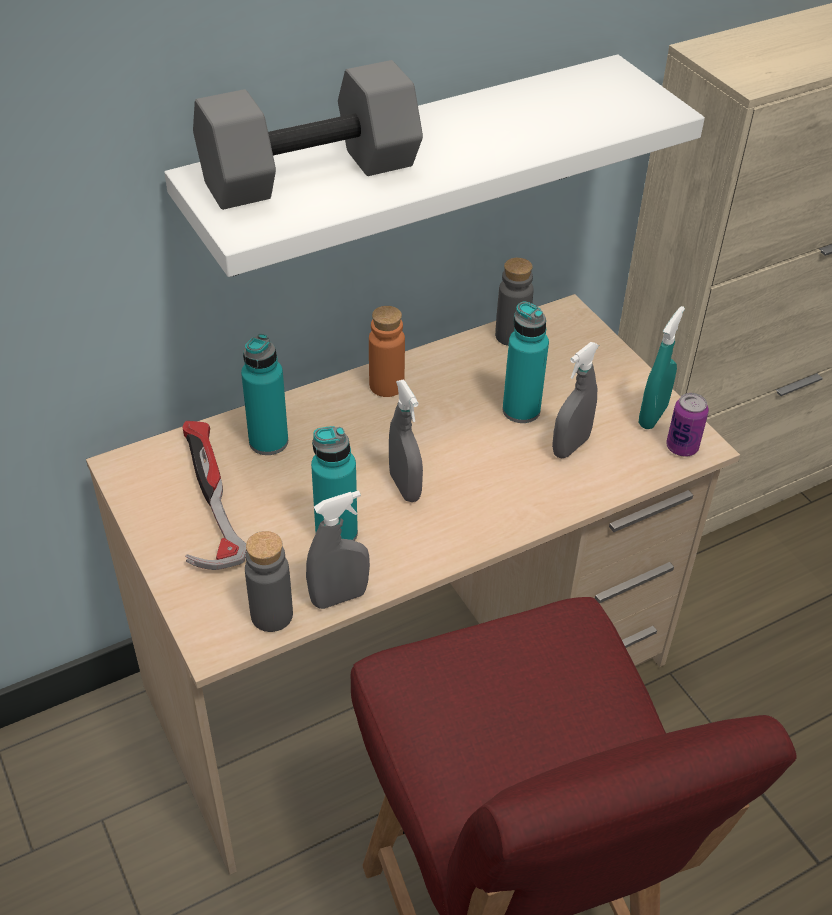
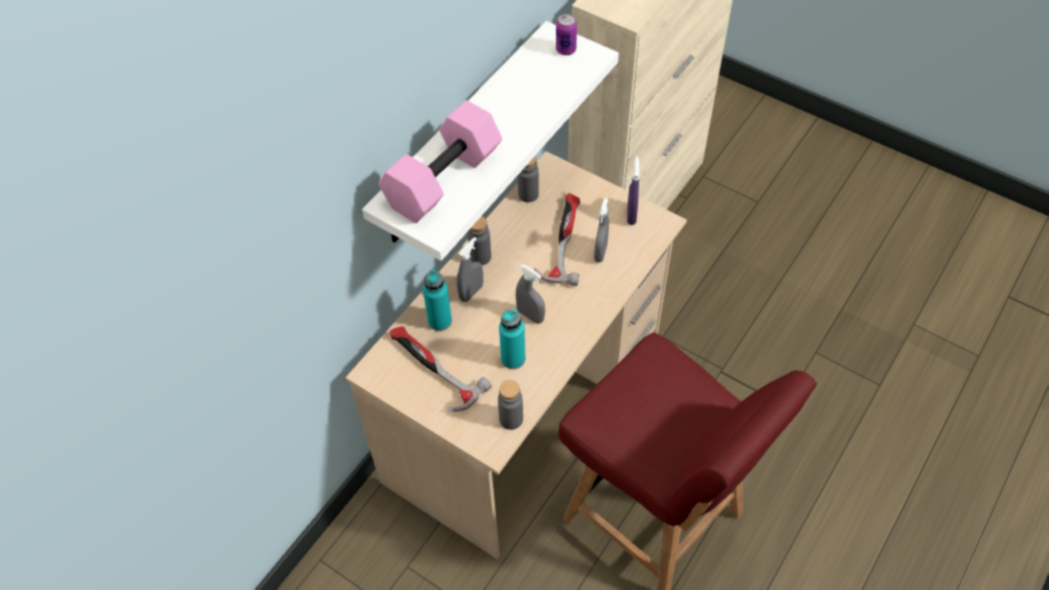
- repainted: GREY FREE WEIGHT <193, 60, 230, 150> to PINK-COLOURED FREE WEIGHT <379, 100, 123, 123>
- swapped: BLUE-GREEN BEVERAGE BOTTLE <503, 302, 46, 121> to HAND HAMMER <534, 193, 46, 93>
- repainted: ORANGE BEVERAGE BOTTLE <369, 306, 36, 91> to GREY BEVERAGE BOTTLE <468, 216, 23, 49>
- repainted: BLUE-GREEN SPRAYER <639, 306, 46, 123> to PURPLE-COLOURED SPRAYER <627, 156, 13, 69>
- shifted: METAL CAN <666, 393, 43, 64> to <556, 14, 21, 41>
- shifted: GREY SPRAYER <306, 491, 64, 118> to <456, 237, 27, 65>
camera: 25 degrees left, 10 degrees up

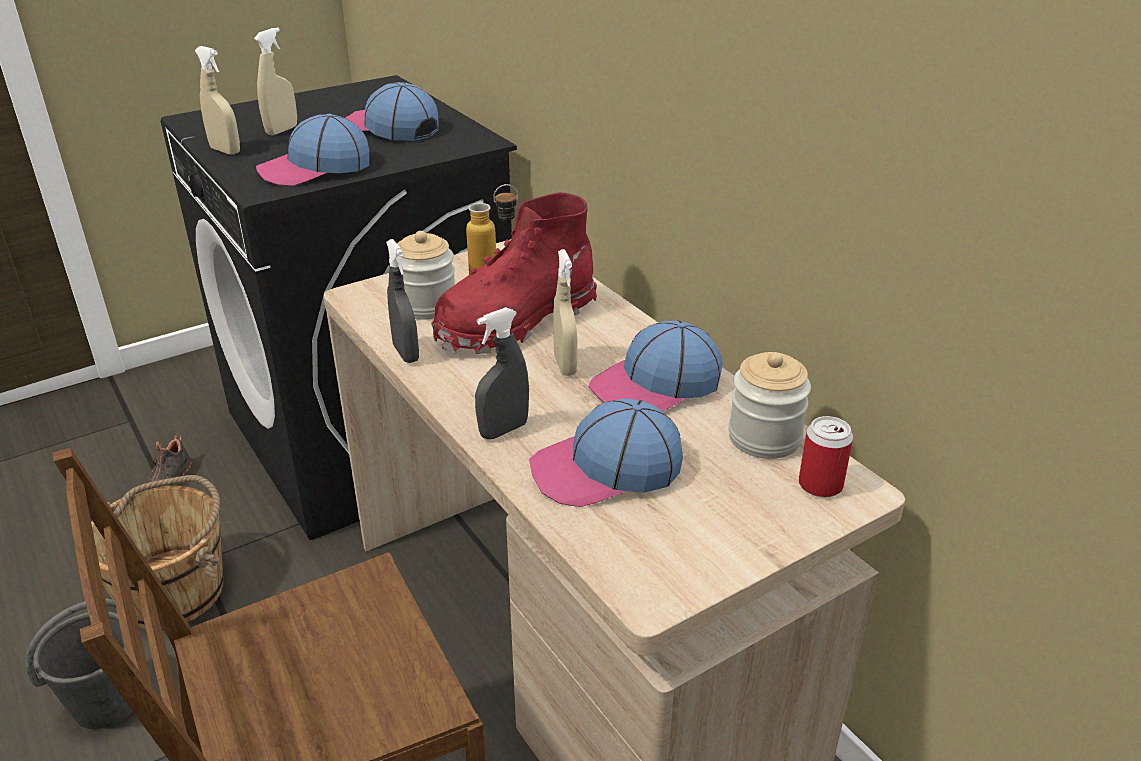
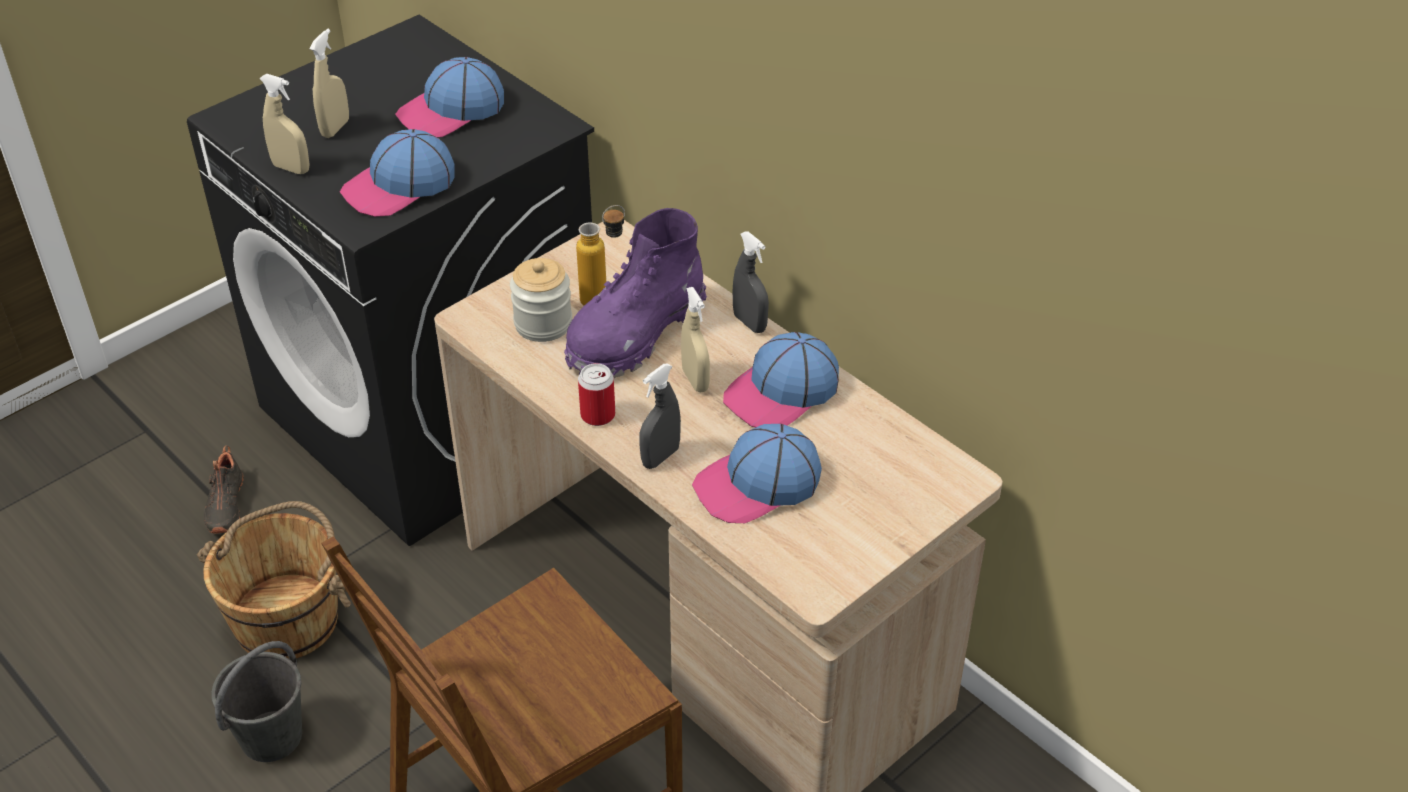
- rotated: CAP <345, 82, 93, 59> = <395, 57, 109, 80> 60 degrees counterclockwise
- repainted: RED-COLOURED HIGH-TOP BOOT <432, 192, 165, 162> to PURPLE-COLOURED HIGH-TOP BOOT <564, 208, 143, 170>
- shifted: GREY SPRAYER <386, 239, 33, 124> to <733, 231, 36, 102>
- gone: JAR <728, 352, 83, 107>
- shifted: METAL CAN <799, 416, 54, 81> to <578, 363, 37, 63>
camera: 10 degrees left, 10 degrees up

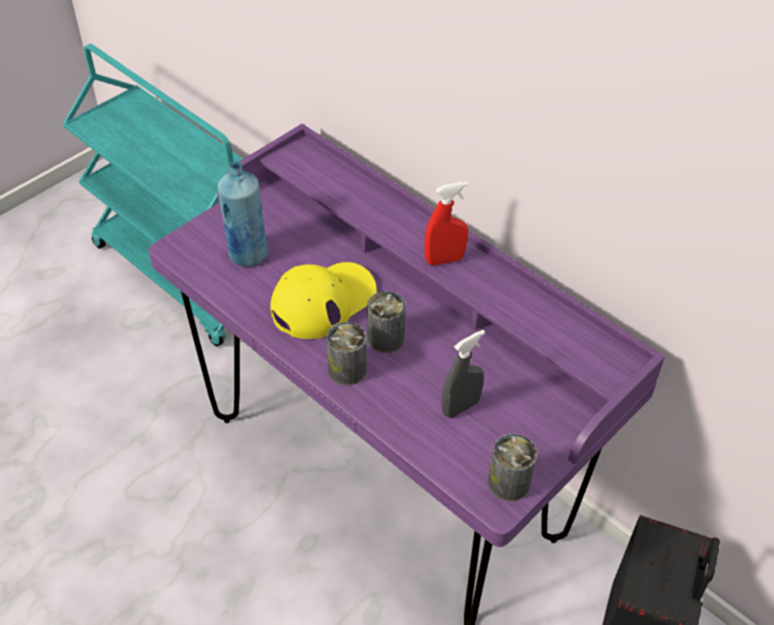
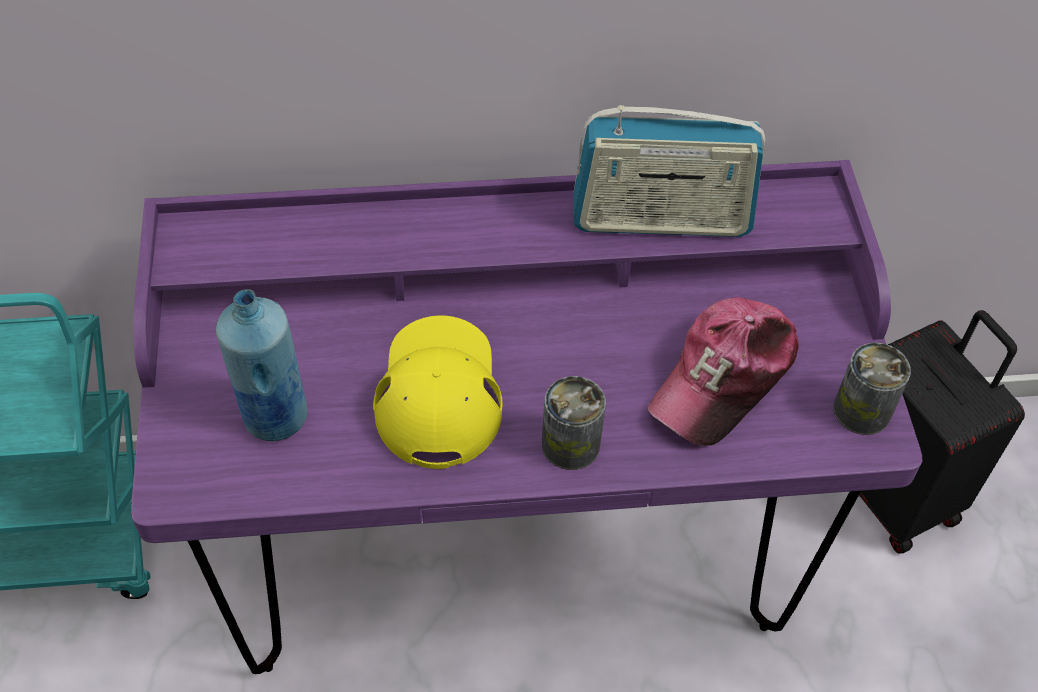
- gone: RED-COLOURED SPRAYER <424, 182, 44, 84>
- gone: METAL CAN <367, 291, 39, 62>
- swapped: GREY SPRAYER <442, 330, 43, 88> to CAP <648, 297, 151, 149>
- new: RADIO SET <573, 105, 193, 132>
camera: 50 degrees left, 5 degrees up

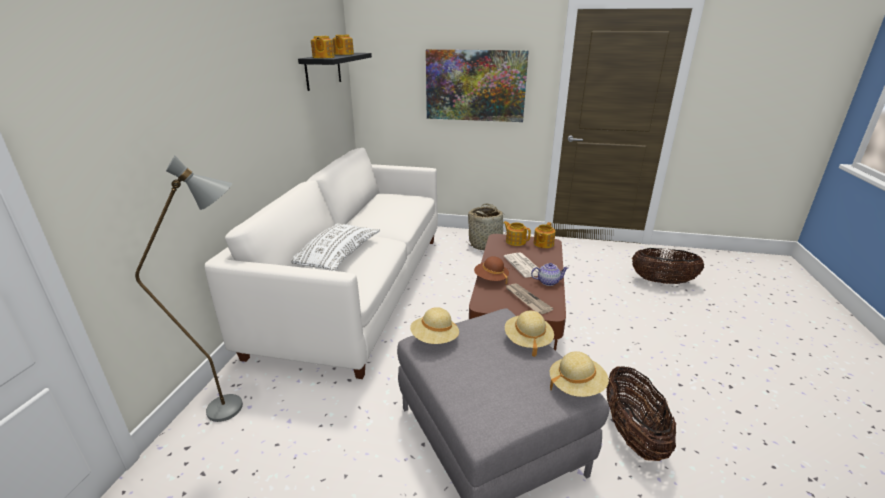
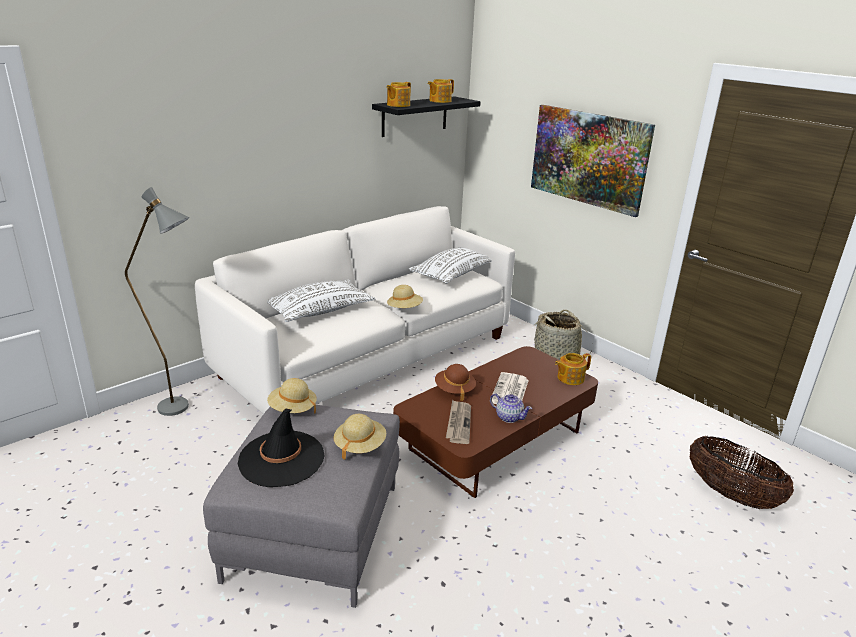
- gone: TEA POT <503, 221, 28, 25>
- shifted: BEIGE-COLOURED HAT <550, 351, 59, 46> to <387, 285, 36, 23>
- gone: HOUSEHOLD BASKET <606, 366, 70, 95>
- new: WHITE-COLOURED CUSHION <409, 247, 83, 37>
- new: BLACKISH HAT <238, 409, 86, 78>
camera: 35 degrees right, 0 degrees up

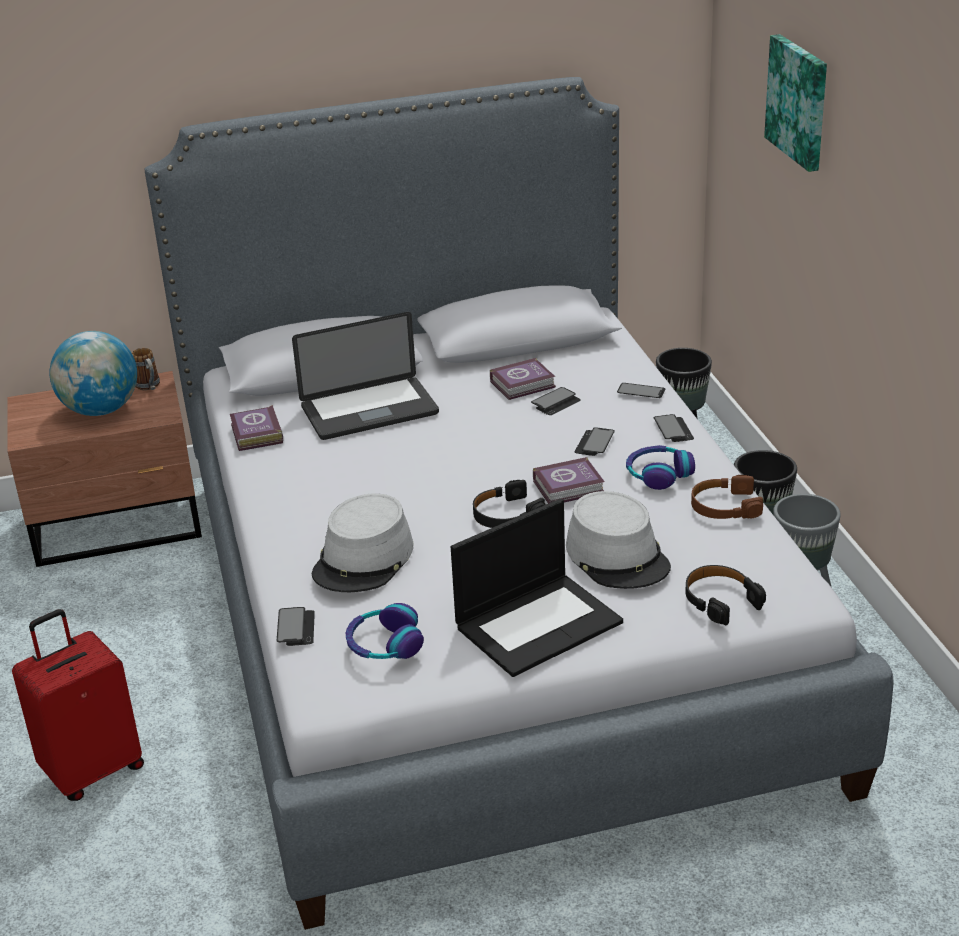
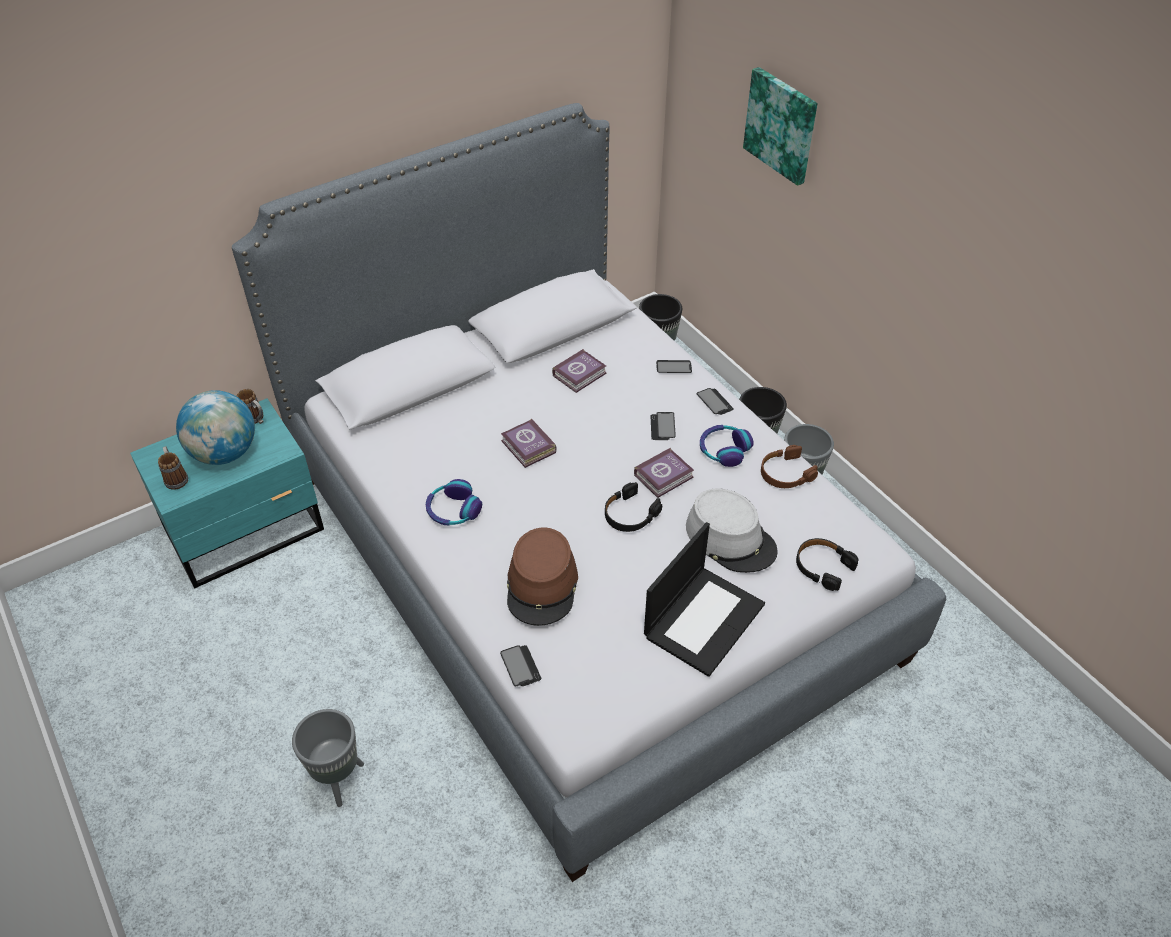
- gone: LAPTOP <292, 312, 147, 128>
- repainted: BROWN-COLOURED NIGHTSTAND <7, 371, 195, 196> to BLUE-GREEN NIGHTSTAND <130, 399, 194, 190>
- gone: PHONE <531, 387, 50, 28>
- shifted: BOOK <230, 405, 53, 46> to <501, 418, 56, 50>
- repainted: GREY HAT <312, 493, 101, 99> to BROWN-COLOURED HAT <507, 527, 71, 99>
- shifted: HEADSET <346, 603, 78, 56> to <426, 479, 56, 46>
- swapped: RED-COLOURED SUITCASE <12, 609, 132, 192> to GREY FLOWER POT <292, 709, 72, 98>
- new: COFFEE MUG <158, 446, 30, 44>
camera: 20 degrees left, 15 degrees up

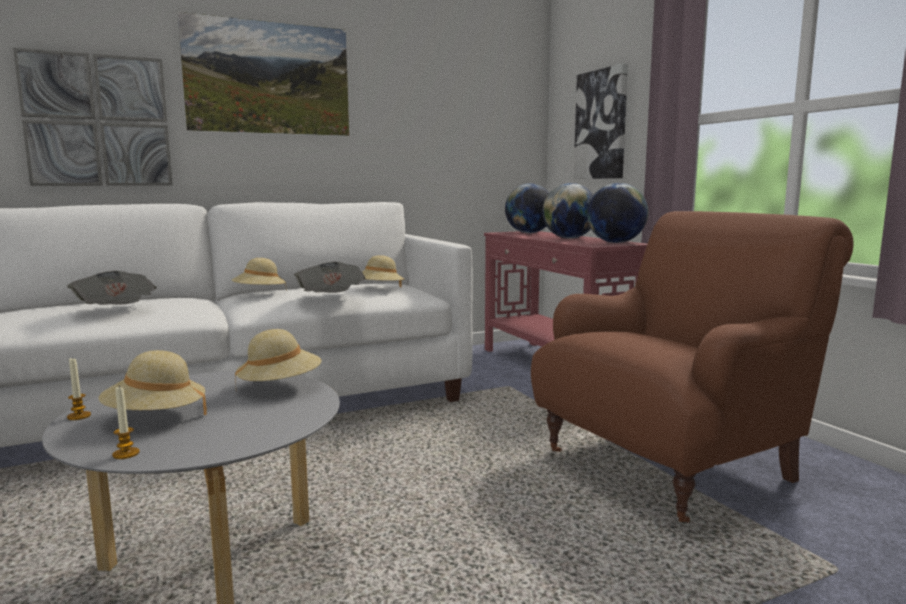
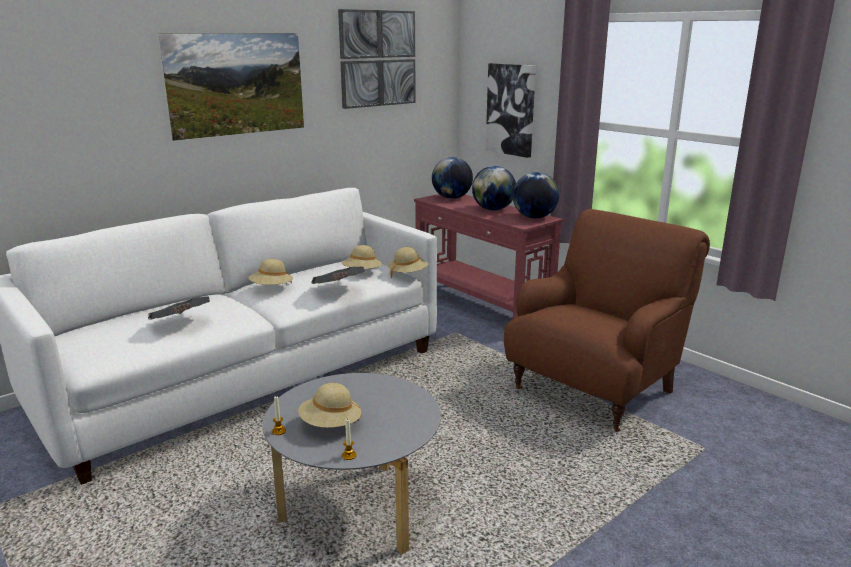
- shifted: WALL PICTURE <13, 48, 160, 138> to <338, 9, 78, 100>
- shifted: BEIGE-COLOURED HAT <235, 329, 87, 52> to <388, 247, 41, 31>
camera: 15 degrees left, 10 degrees up

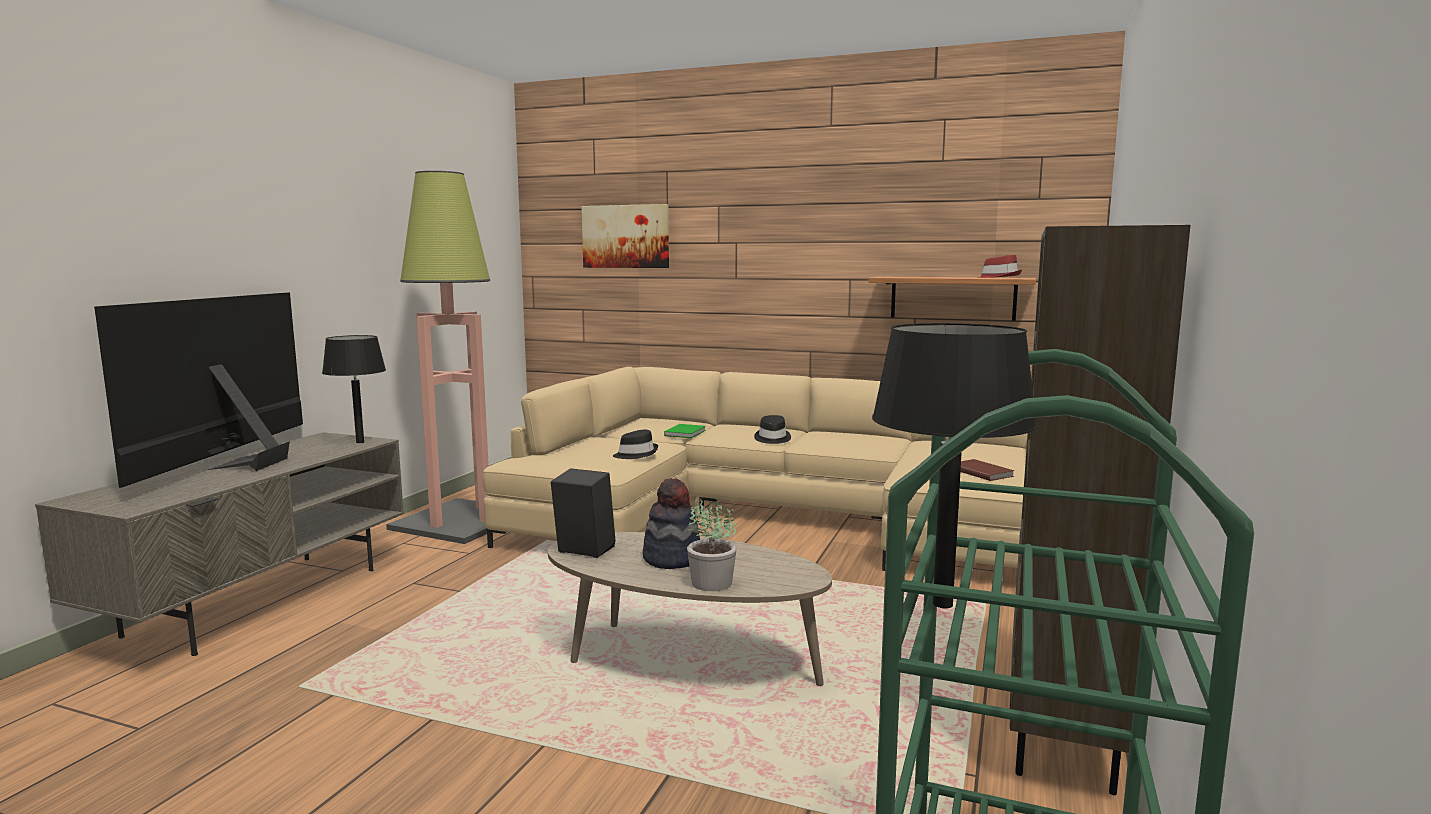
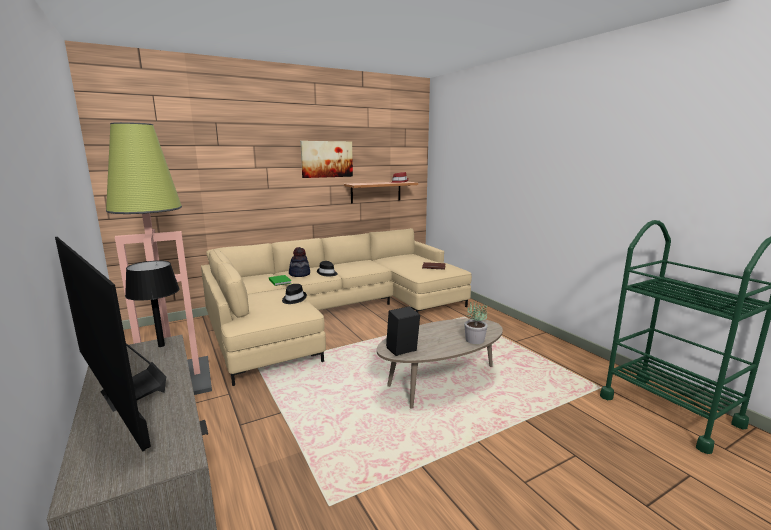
- shifted: WALL PICTURE <582, 204, 87, 64> to <300, 141, 53, 37>
- gone: BROWN-COLOURED BOOKCASE <1009, 225, 181, 570>
- gone: BLACKISH TABLETOP LAMP <872, 323, 166, 285>
- shifted: HAT <643, 478, 57, 91> to <289, 247, 21, 30>
camera: 50 degrees left, 5 degrees up

